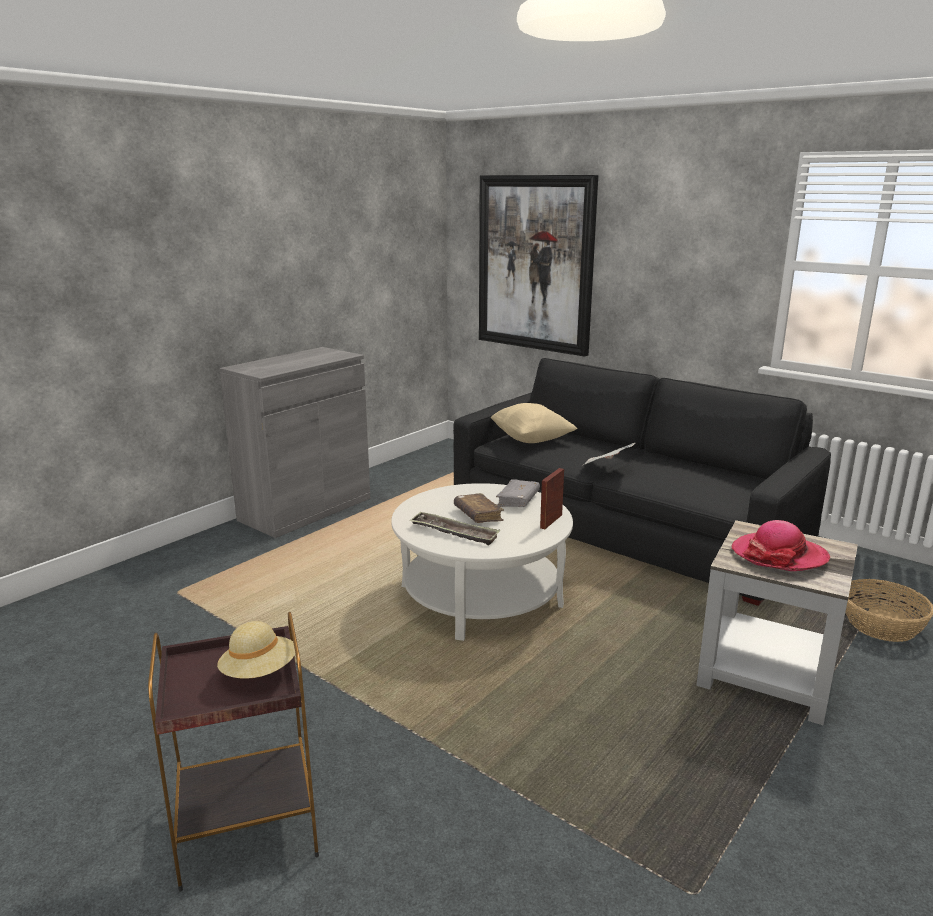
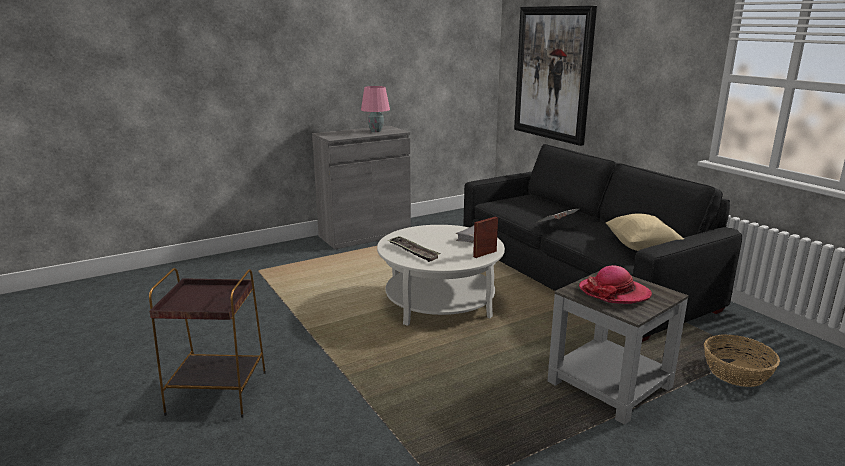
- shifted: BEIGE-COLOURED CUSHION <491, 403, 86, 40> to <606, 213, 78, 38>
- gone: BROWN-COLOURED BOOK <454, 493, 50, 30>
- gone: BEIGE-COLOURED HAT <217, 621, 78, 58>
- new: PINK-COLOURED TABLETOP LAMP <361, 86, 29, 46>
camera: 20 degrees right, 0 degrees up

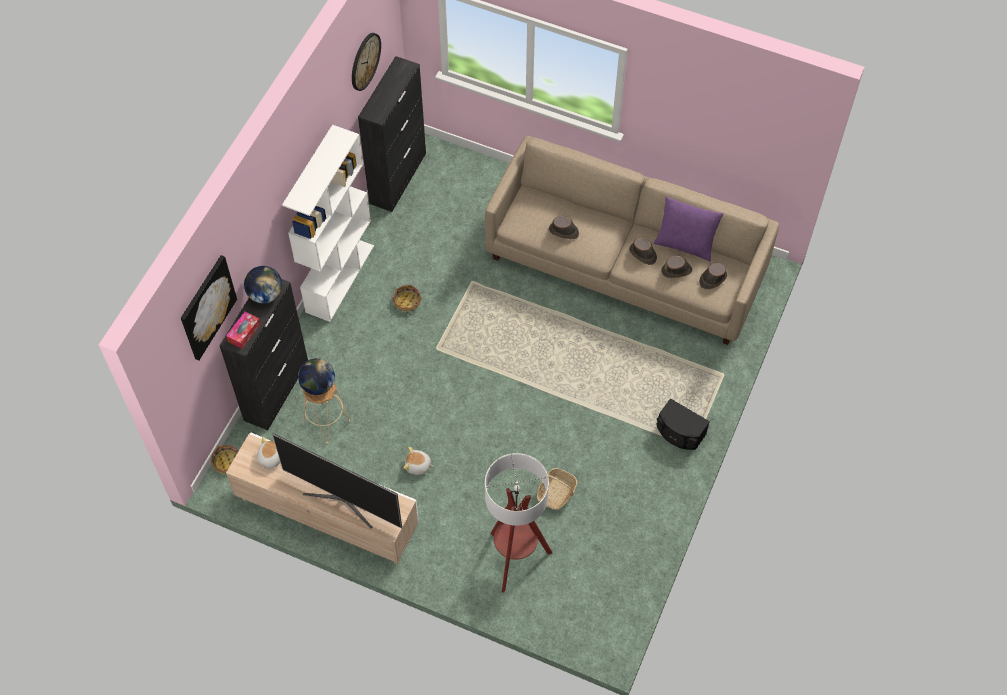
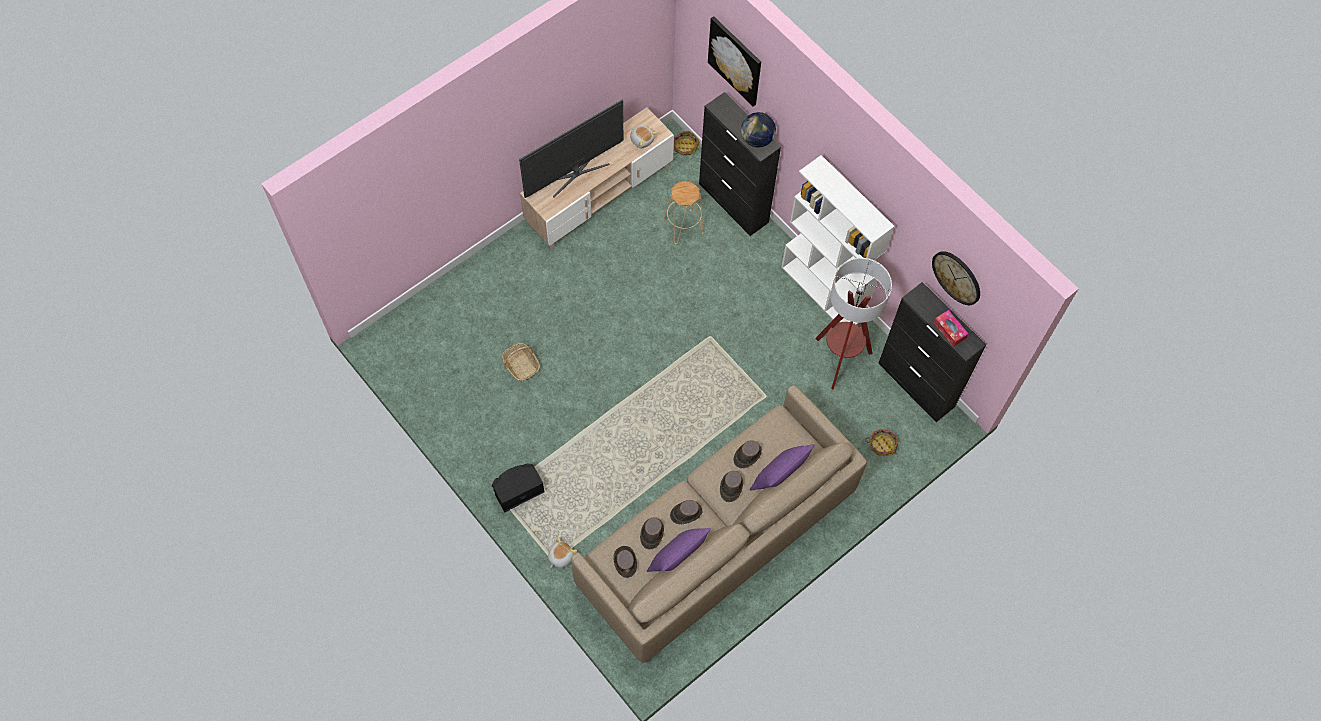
- shifted: HOUSEHOLD BASKET <392, 285, 30, 30> to <865, 429, 33, 27>
- shifted: TISSUE HOLDER <226, 311, 35, 38> to <934, 310, 34, 37>
- gone: DESK GLOBE <298, 358, 37, 37>
- shifted: PLUSH TOY <403, 447, 31, 28> to <548, 537, 29, 31>
- shifted: STANDING LAMP <485, 453, 67, 139> to <815, 258, 77, 132>
- new: PURPLE-COLOURED CUSHION <750, 444, 64, 47>
- new: BROWN-COLOURED HAT <720, 471, 23, 31>
camera: 115 degrees right, 5 degrees up

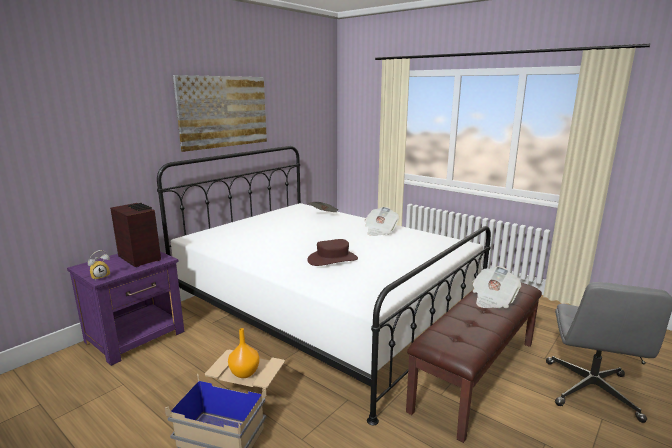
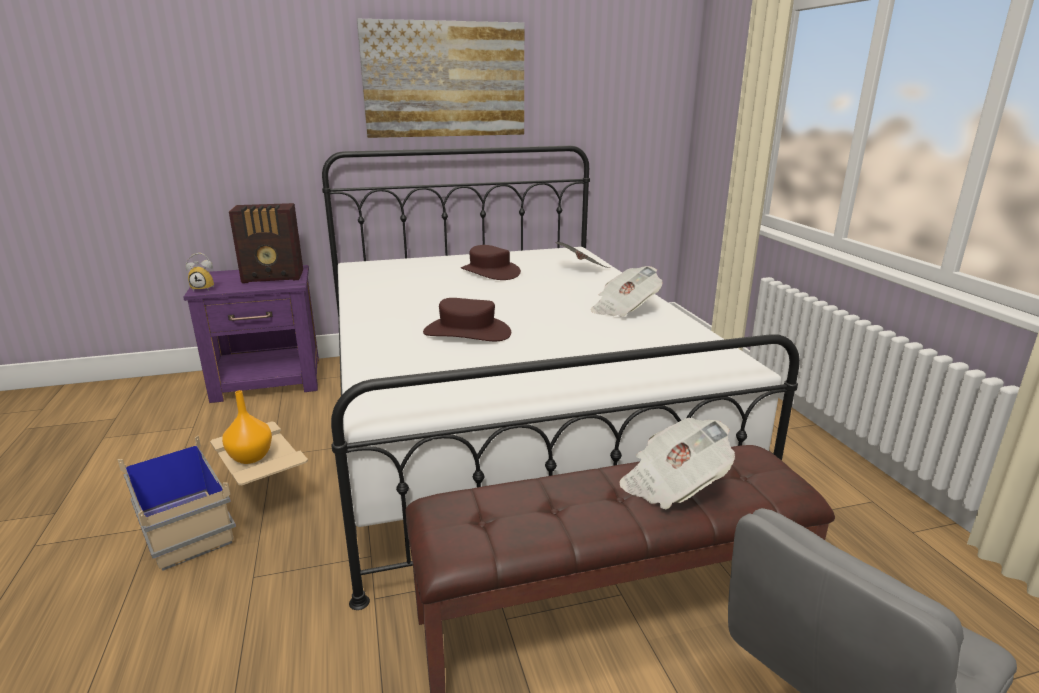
- rotated: RADIO SET <110, 203, 51, 64> = <229, 203, 74, 80> 90 degrees clockwise
- new: BROWN-COLOURED HAT <461, 245, 60, 35>
camera: 35 degrees right, 5 degrees up

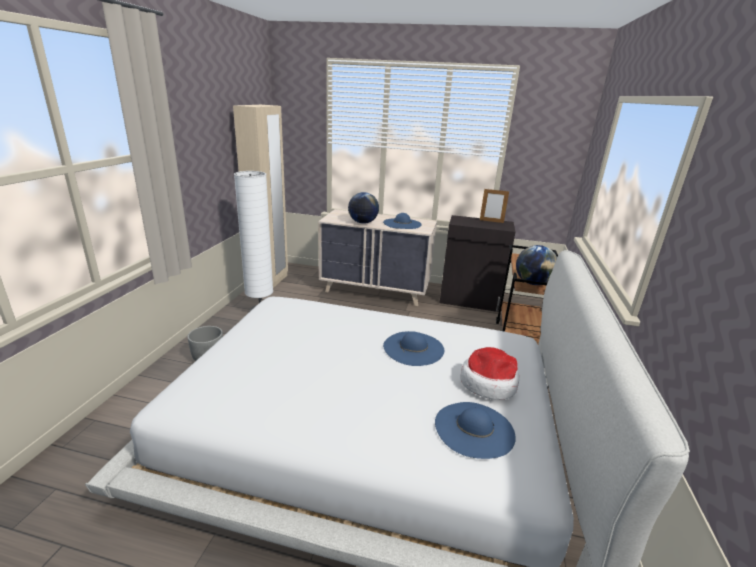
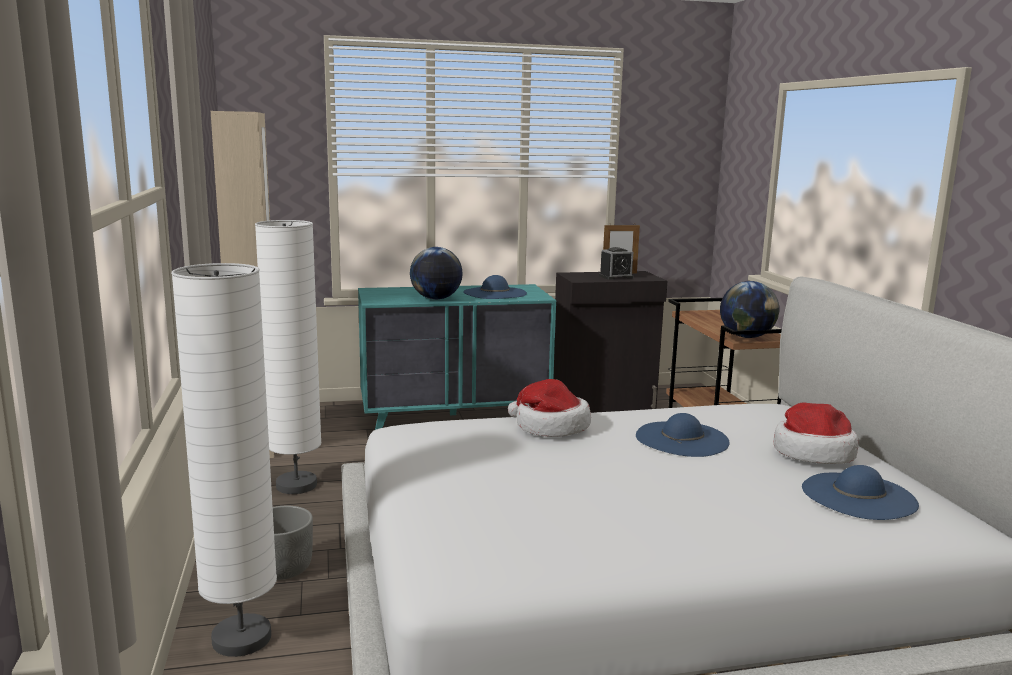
- repainted: BEIGE-COLOURED DRESSER <318, 209, 119, 97> to BLUE-GREEN DRESSER <358, 284, 198, 146>
- new: ALARM CLOCK <599, 247, 35, 33>
- new: WHITE-COLOURED STANDING LAMP <171, 263, 106, 394>
- new: HAT <508, 379, 83, 58>
camera: 25 degrees left, 10 degrees down

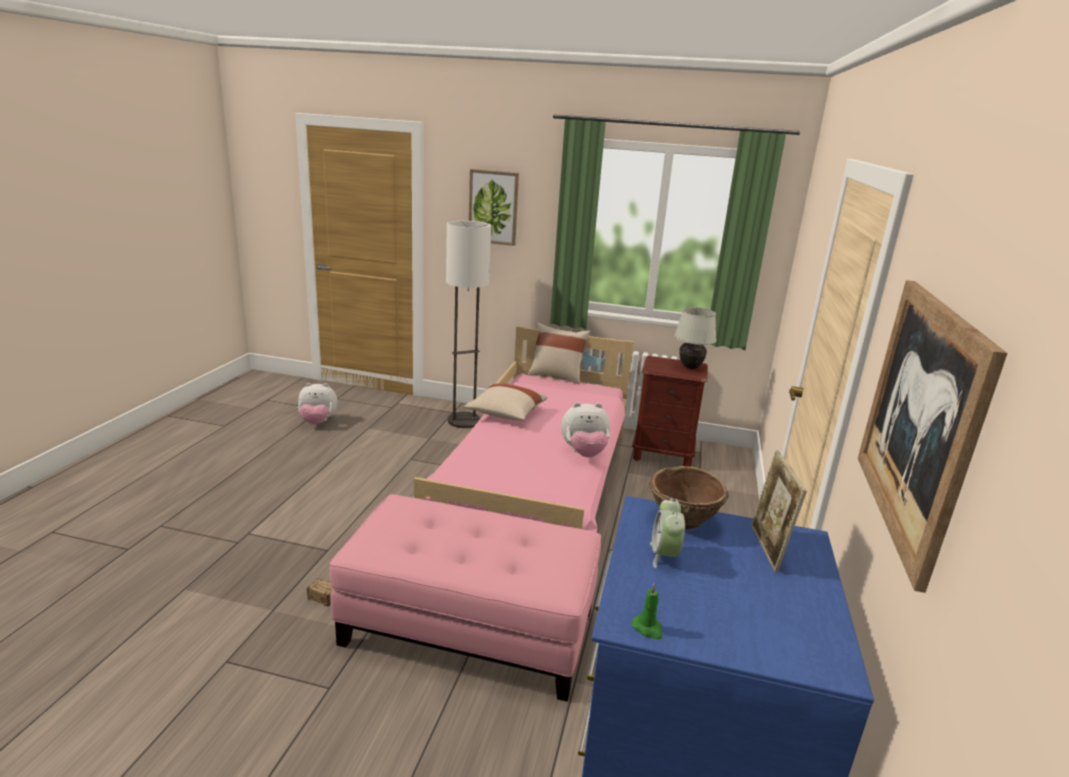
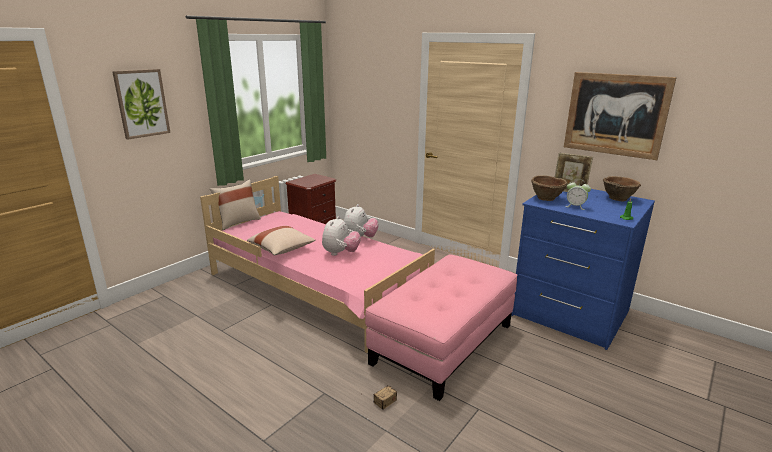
- gone: STANDING LAMP <446, 221, 45, 207>
- gone: WHITE-COLOURED TABLETOP LAMP <674, 307, 42, 62>
- shifted: PLUSH TOY <298, 383, 40, 42> to <322, 216, 39, 40>
- new: BROWN-COLOURED BOWL <603, 176, 38, 25>
camera: 65 degrees left, 0 degrees up

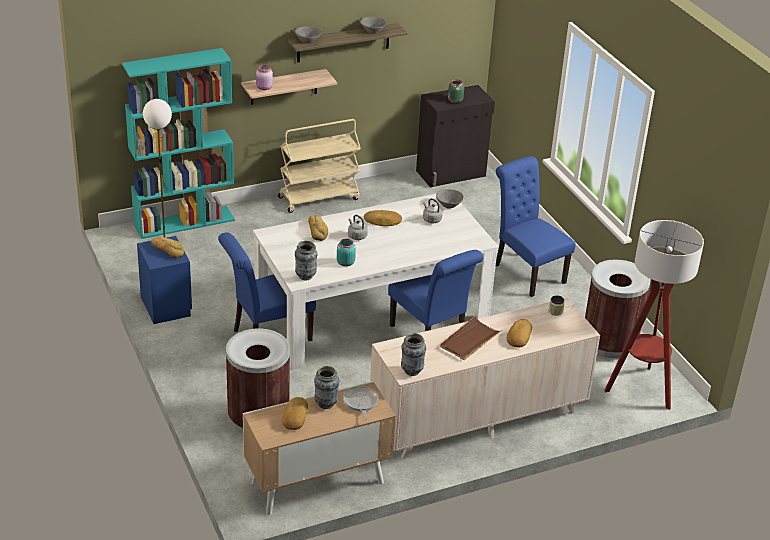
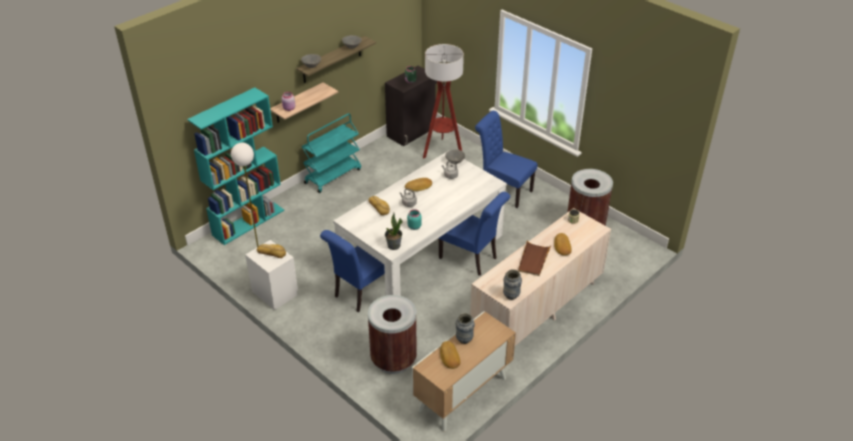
- repainted: BEIGE-COLOURED CART <278, 119, 83, 94> to BLUE-GREEN CART <302, 113, 59, 80>
- shifted: STANDING LAMP <604, 220, 100, 190> to <423, 44, 41, 114>
- repainted: BLUISH NIGHTSTAND <137, 236, 55, 88> to WHITE-COLOURED NIGHTSTAND <245, 240, 53, 70>
- swapped: VASE <295, 241, 23, 39> to PLANT IN A POT <385, 213, 18, 37>
- gone: SKILLET <343, 386, 36, 35>
camera: 20 degrees left, 5 degrees up

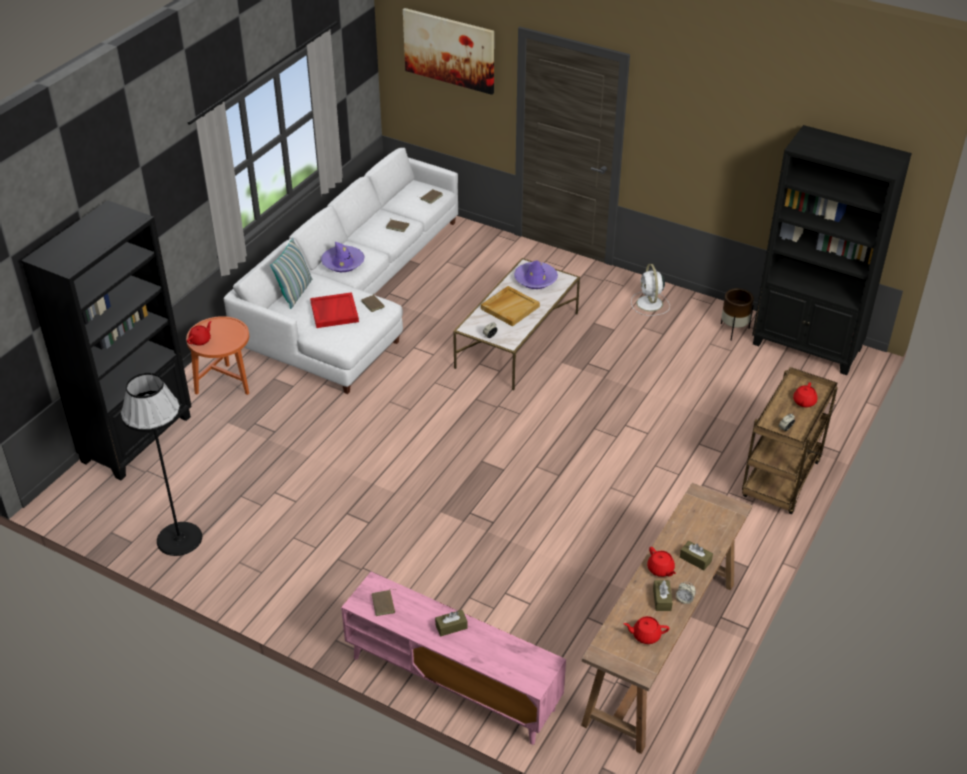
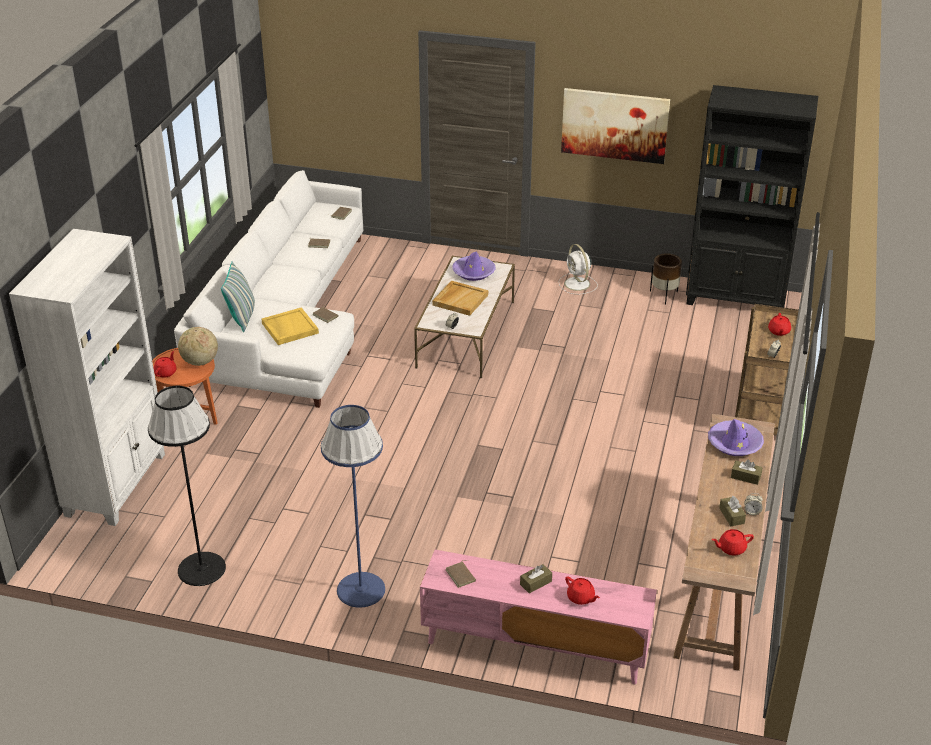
- shifted: WALL PICTURE <403, 8, 91, 87> to <561, 88, 109, 76>
- repainted: BLACKISH BOOKCASE <21, 200, 171, 280> to WHITE-COLOURED BOOKCASE <9, 229, 156, 297>
- shifted: PURPLE-COLOURED HAT <321, 242, 44, 30> to <708, 419, 56, 37>
- repainted: RED-COLOURED TRAY <310, 292, 49, 36> to YELLOW-COLOURED TRAY <262, 307, 57, 38>
- shifted: RED-COLOURED TEA POT <647, 547, 29, 30> to <565, 576, 35, 29>
- new: DESK GLOBE <178, 327, 40, 39>
- new: BLUISH STANDING LAMP <321, 405, 64, 203>
camera: 15 degrees left, 5 degrees down

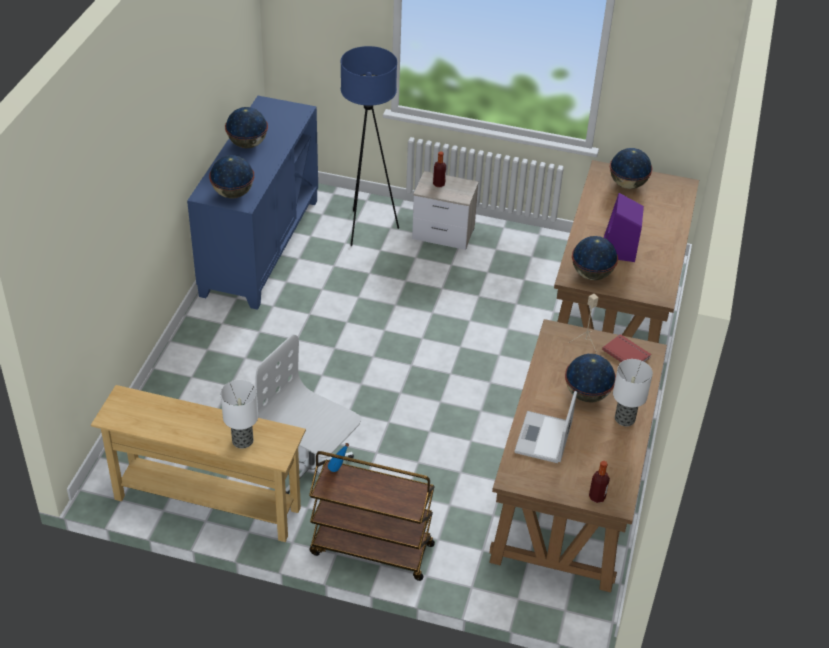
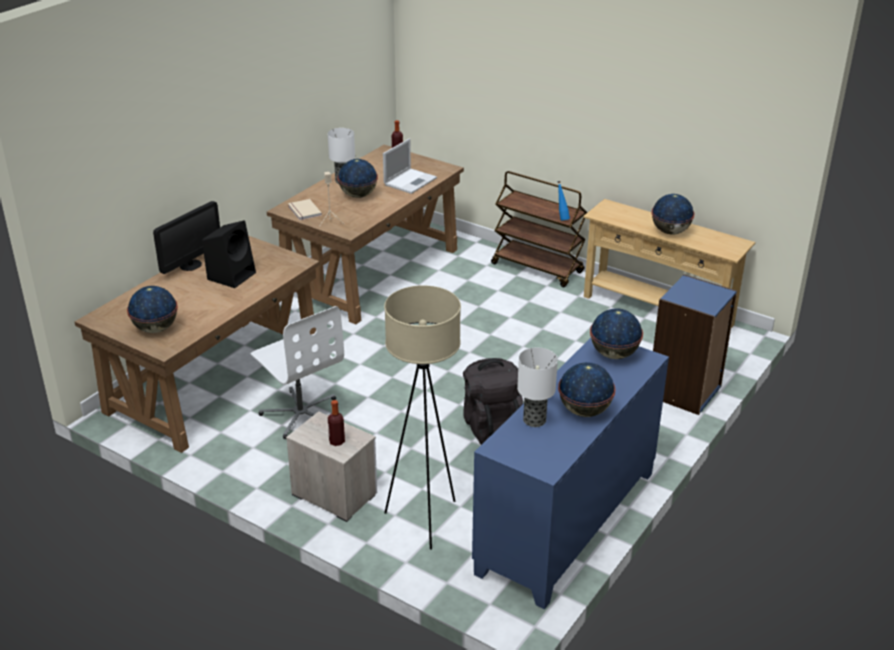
- repainted: BLUISH STANDING LAMP <340, 46, 59, 200> to BEIGE-COLOURED STANDING LAMP <384, 285, 77, 265>
- repainted: PURPLE-COLOURED SPEAKER <604, 193, 40, 69> to BLACKISH SPEAKER <202, 220, 54, 68>
- shifted: DESK GLOBE <572, 236, 46, 44> to <651, 194, 44, 41>
- shifted: WHITE-COLOURED COMPUTER CHAIR <256, 334, 105, 160> to <251, 306, 93, 133>
- repainted: RED-COLOURED BOOK <602, 334, 49, 28> to BEIGE-COLOURED BOOK <288, 199, 34, 22>
- shifted: TABLETOP LAMP <221, 380, 37, 69> to <517, 347, 41, 80>
- new: COMPUTER SCREEN <153, 201, 67, 73>
- new: BLUISH BOOKCASE <653, 274, 84, 141>
- new: BLACKISH RUCKSACK <463, 358, 60, 87>
camera: 160 degrees left, 10 degrees down

